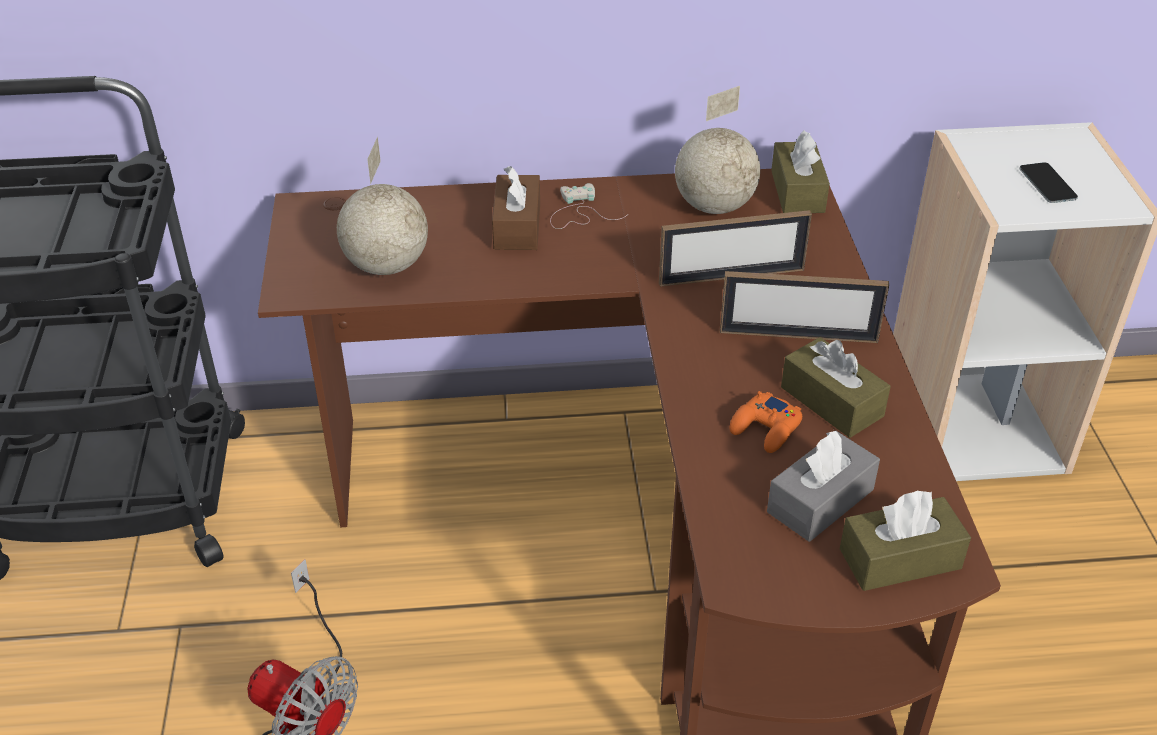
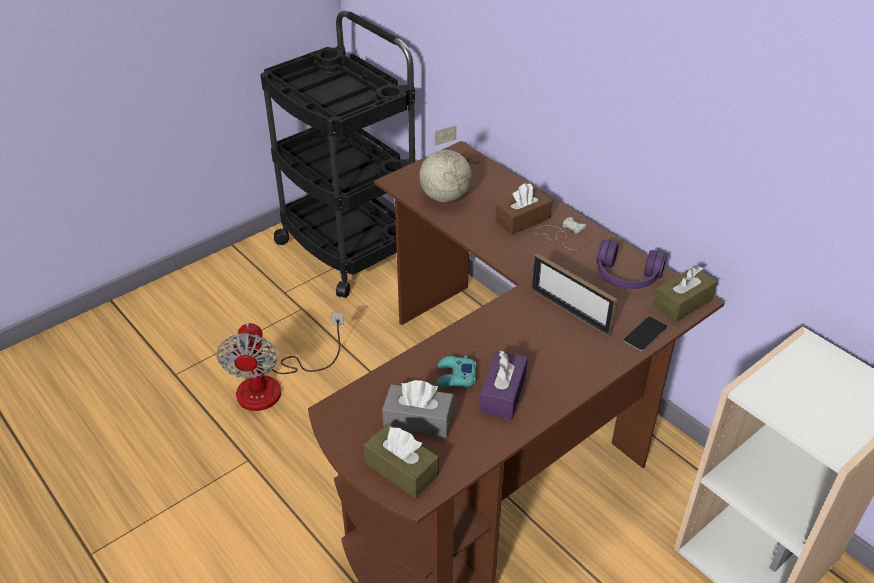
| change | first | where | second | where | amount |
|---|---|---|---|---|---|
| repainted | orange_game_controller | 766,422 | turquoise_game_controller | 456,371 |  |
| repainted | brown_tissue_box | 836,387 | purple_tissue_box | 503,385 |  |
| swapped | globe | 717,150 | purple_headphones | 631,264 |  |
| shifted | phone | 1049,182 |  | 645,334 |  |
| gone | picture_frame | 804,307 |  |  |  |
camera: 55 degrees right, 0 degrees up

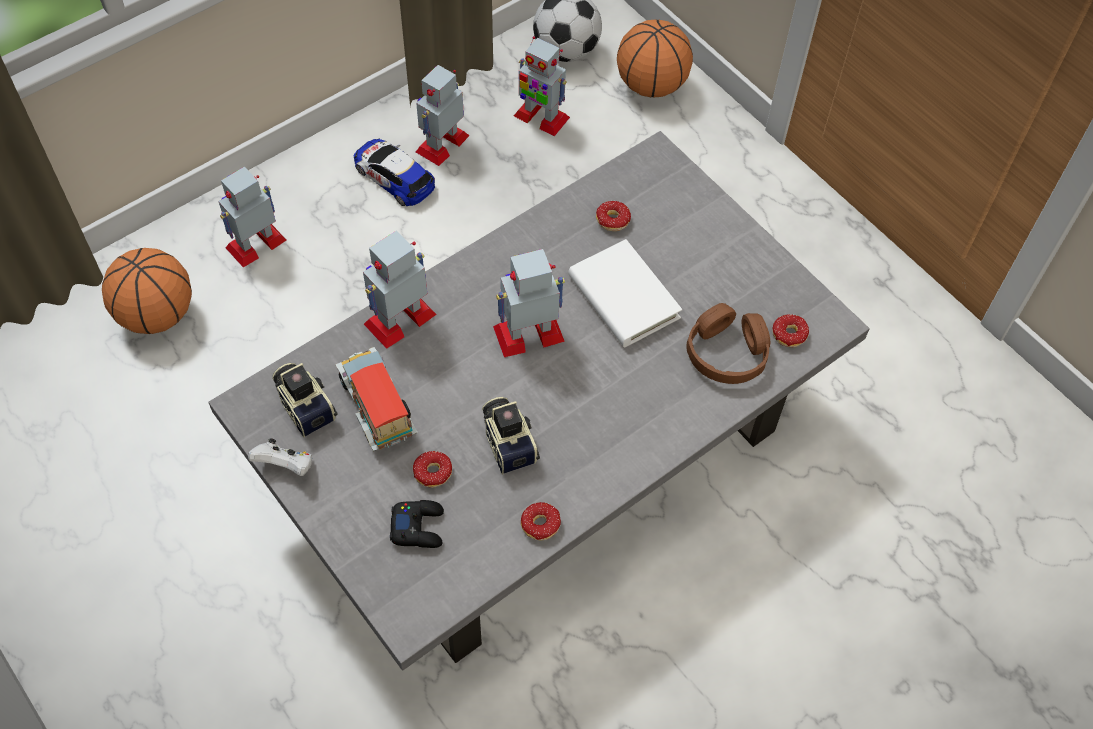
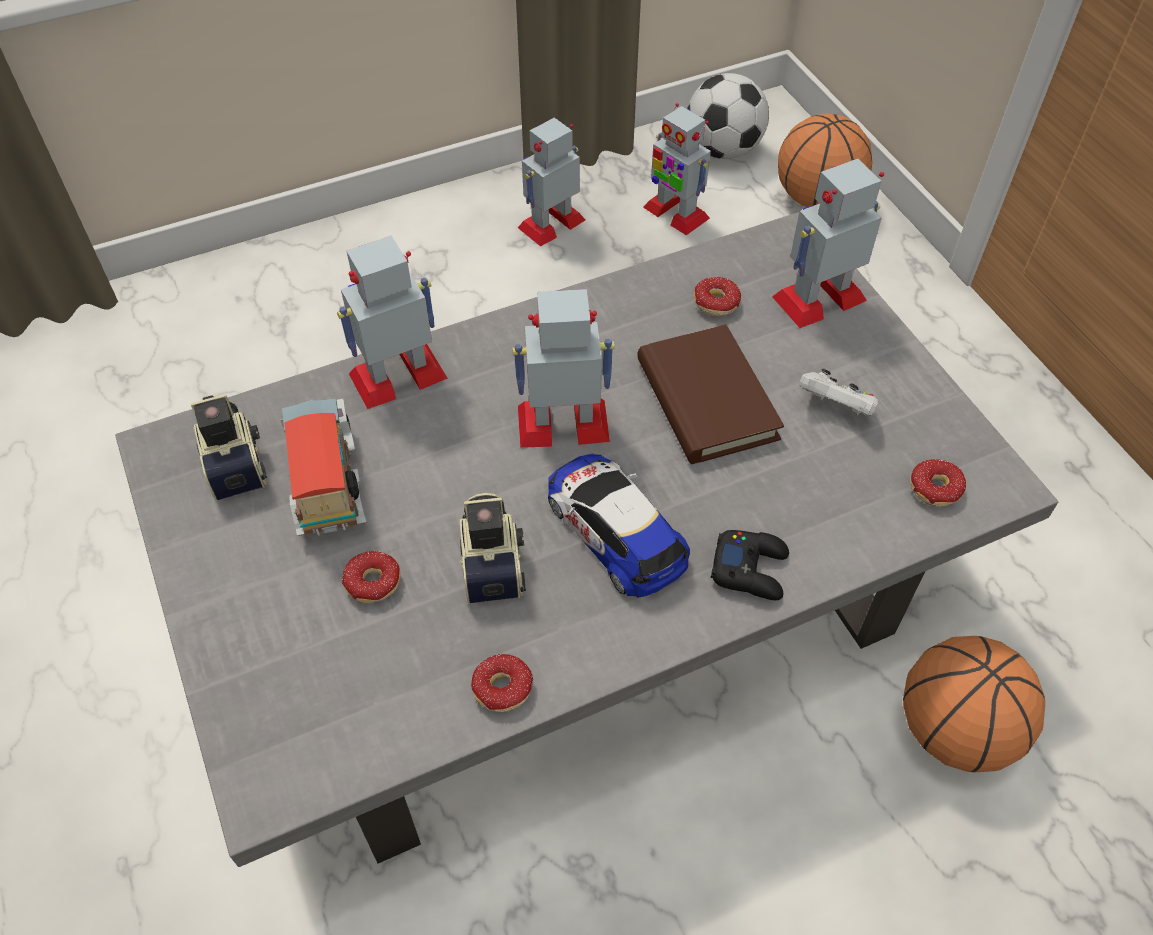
| change | first | where | second | where | amount |
|---|---|---|---|---|---|
| shifted | toy_car | 394,172 |  | 619,525 |  |
| repainted | white_book | 625,293 | brown_book | 710,394 |  |
| shifted | black_game_controller | 417,524 |  | 750,565 |  |
| shifted | toy_robot | 252,217 |  | 828,243 |  |
| shifted | white_game_controller | 280,457 |  | 838,392 |  |
| shifted | basketball | 147,291 |  | 974,704 |  |
| gone | brown_headphones | 728,343 |  |  |  |
camera: 15 degrees right, 5 degrees down

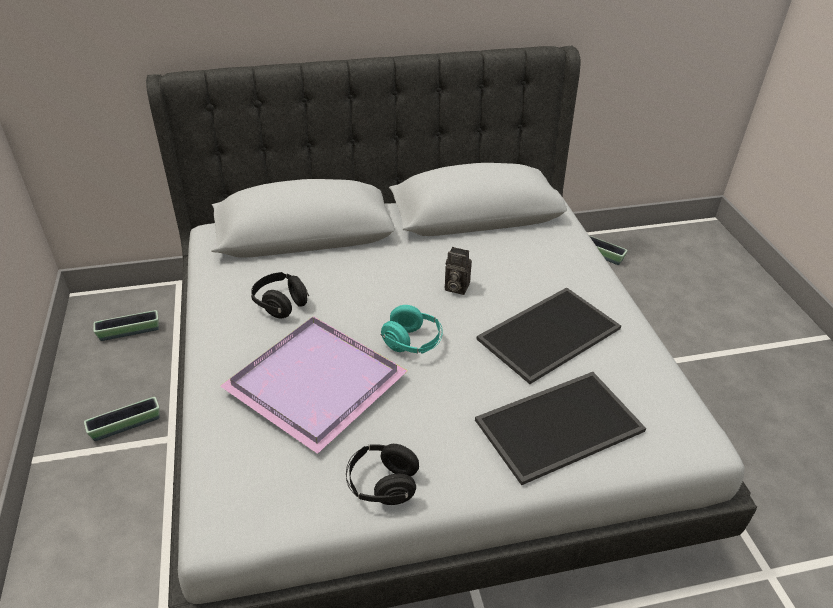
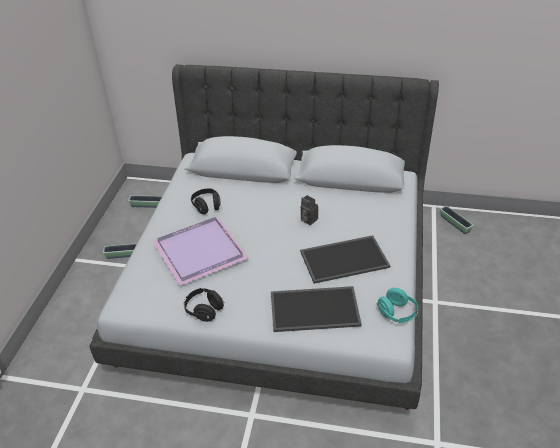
| change | first | where | second | where | amount |
|---|---|---|---|---|---|
| shifted | turquoise_headphones | 411,329 |  | 397,305 |  |
camera: 25 degrees right, 0 degrees up

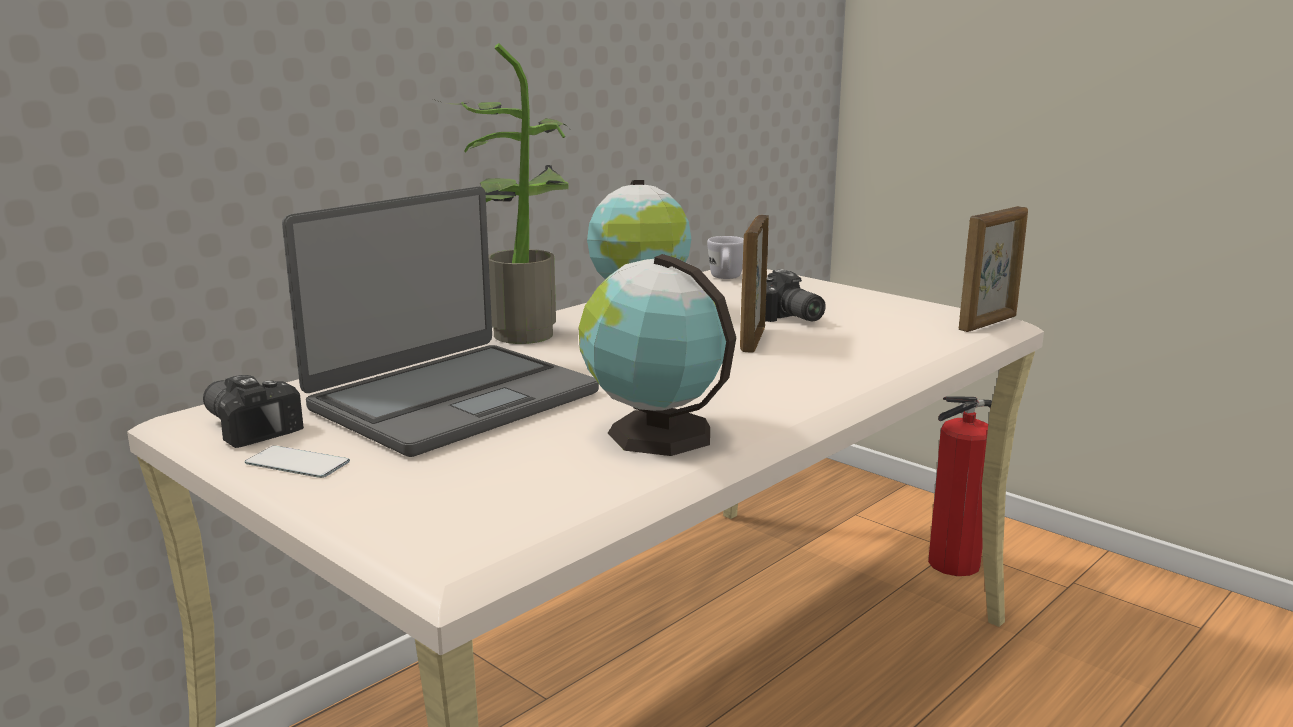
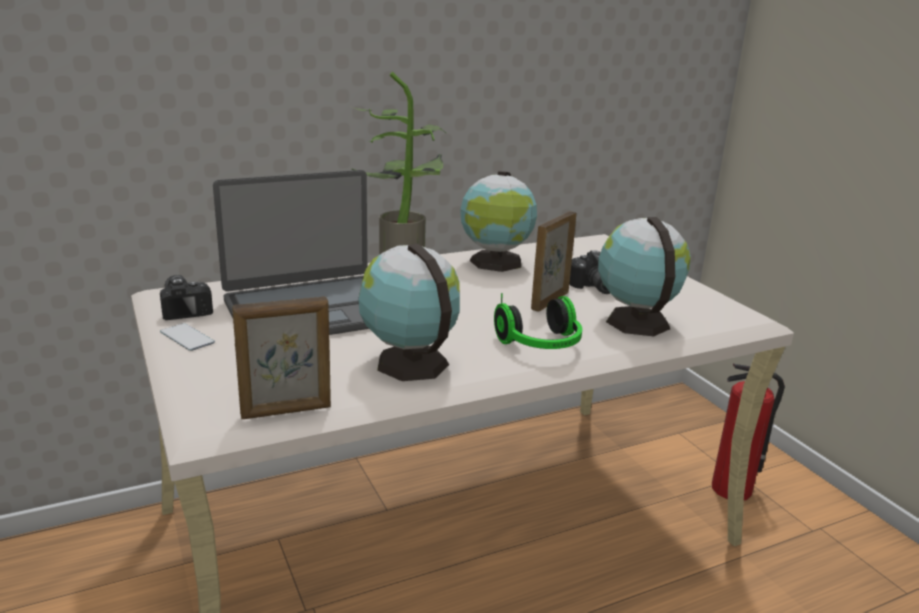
| change | first | where | second | where | amount |
|---|---|---|---|---|---|
| shifted | picture_frame | 993,269 |  | 281,357 |  |
| new |  |  | headphones | 538,321 |  |
| new |  |  | globe | 644,276 |  |
| gone | white_mug | 725,257 |  |  |  |
camera: 20 degrees right, 5 degrees up

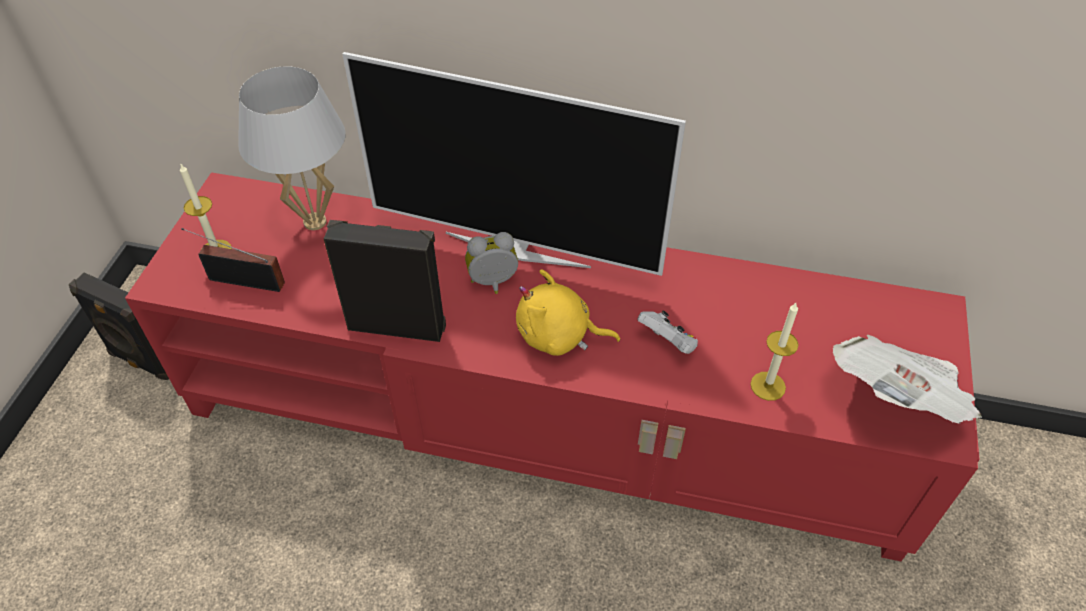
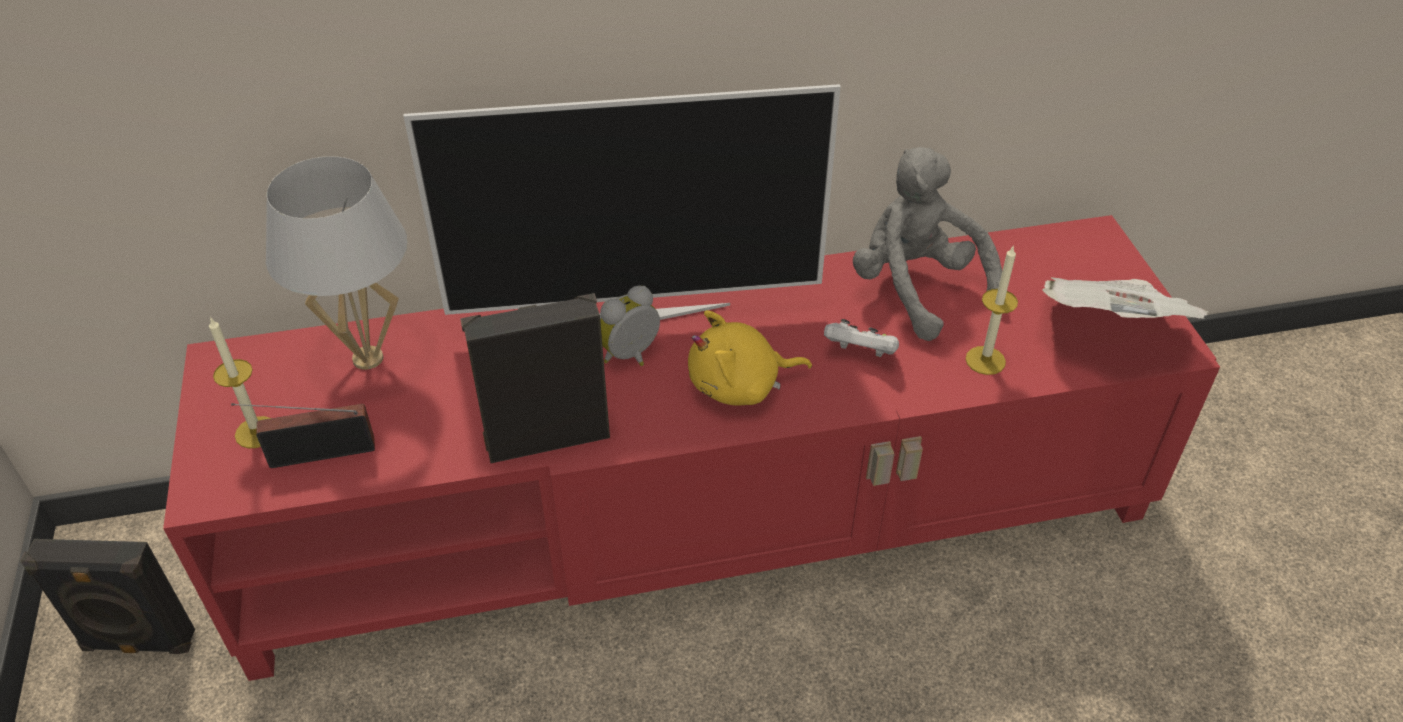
| change | first | where | second | where | amount |
|---|---|---|---|---|---|
| new |  |  | grey_plush_toy | 927,244 |  |
camera: 25 degrees left, 5 degrees down

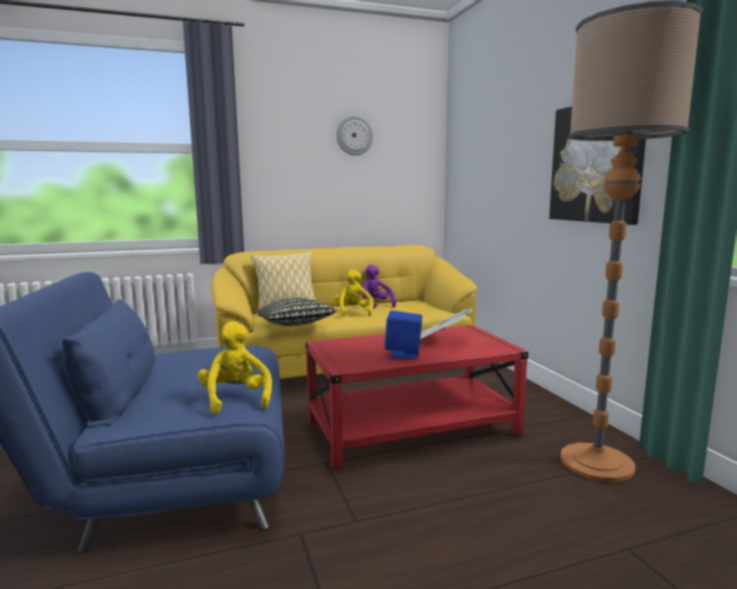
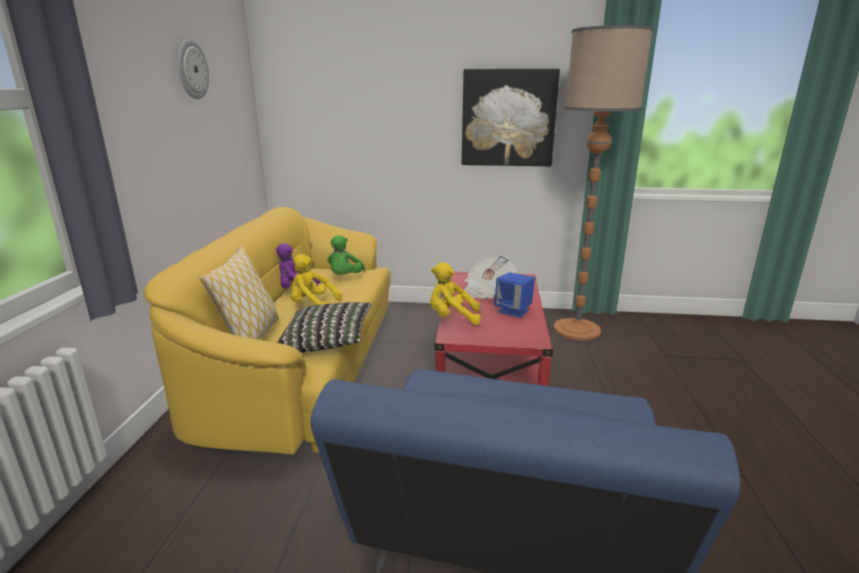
| change | first | where | second | where | amount |
|---|---|---|---|---|---|
| new |  |  | green_plush_toy | 346,255 |  |
| shifted | yellow_plush_toy | 235,367 |  | 455,293 |  |
camera: 65 degrees left, 10 degrees up

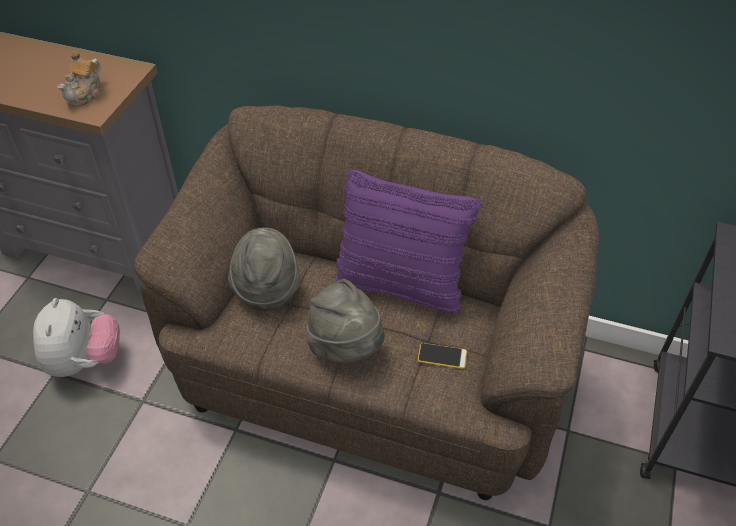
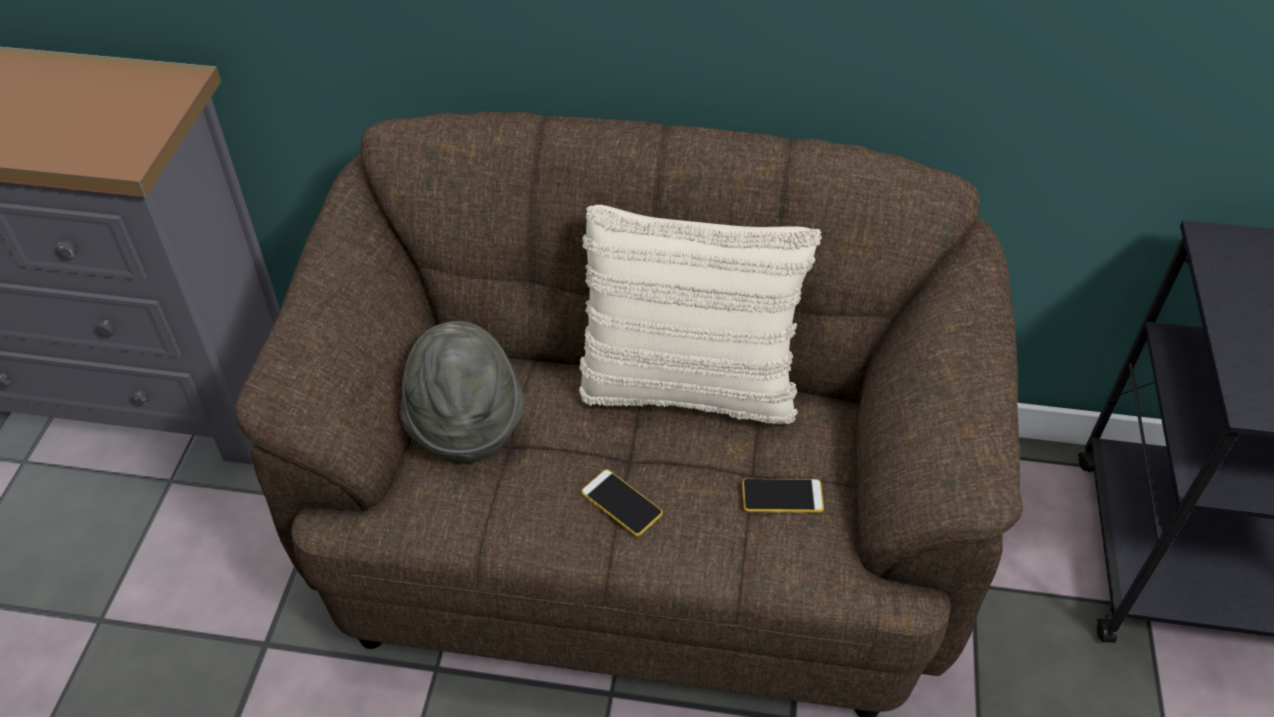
| change | first | where | second | where | amount |
|---|---|---|---|---|---|
| repainted | purple_pillow | 408,242 | beige_pillow | 700,314 |  |
| swapped | grey_hat | 346,320 | phone | 622,502 |  |
| gone | plush_toy | 76,337 |  |  |  |
| gone | teapot | 80,79 |  |  |  |
camera: 10 degrees left, 0 degrees up

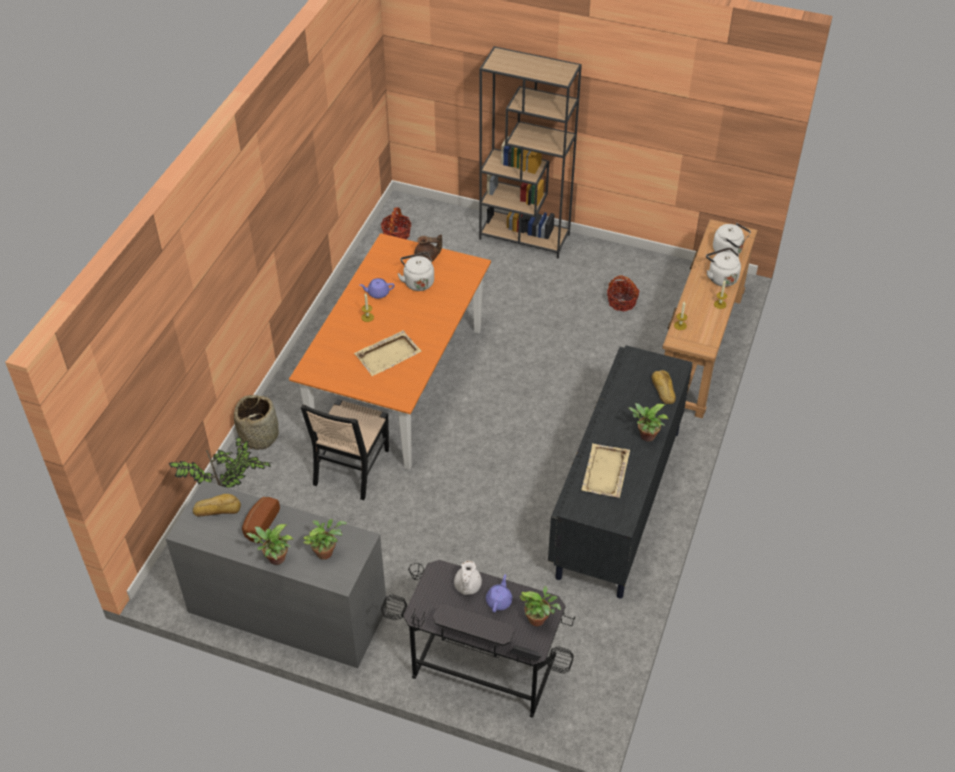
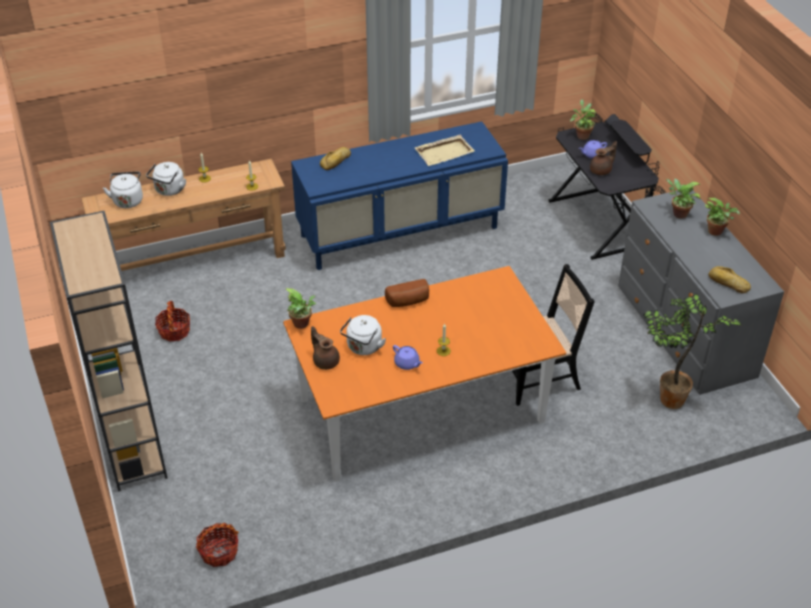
| change | first | where | second | where | amount |
|---|---|---|---|---|---|
| shifted | potted_plant | 648,422 |  | 301,308 |  |
| repainted | black_cabinet | 620,472 | blue_cabinet | 399,195 |  |
| shifted | bread | 261,520 |  | 407,293 |  |
| repainted | white_teapot | 468,578 | brown_teapot | 603,158 |  |
| gone | basket | 256,422 |  |  |  |
| gone | beige_tray | 387,353 |  |  |  |
camera: 130 degrees left, 5 degrees down

